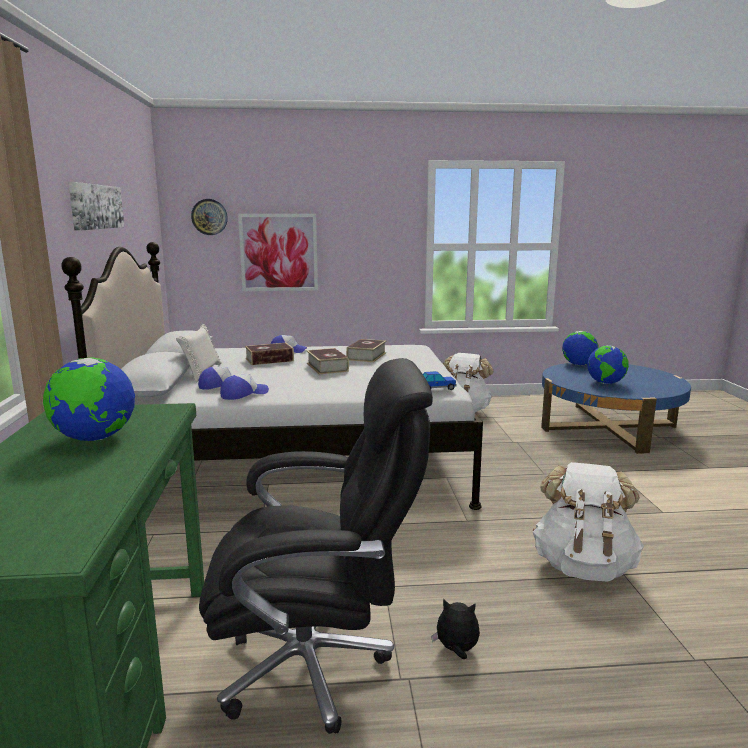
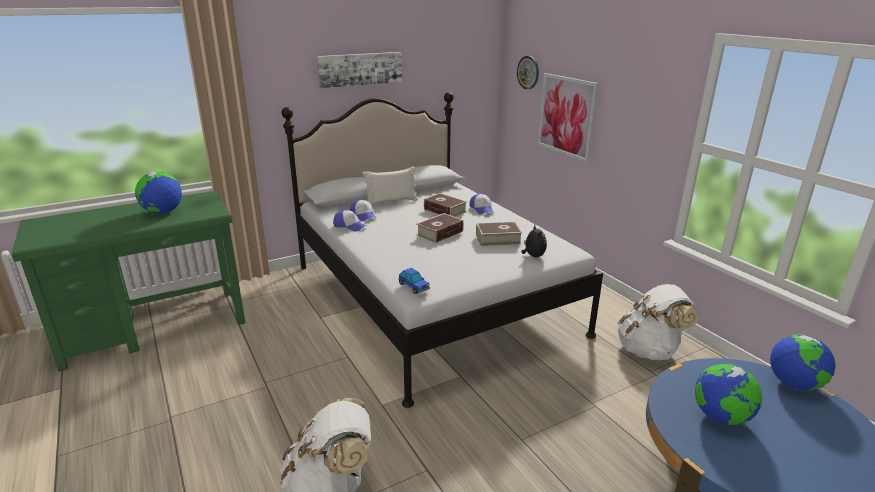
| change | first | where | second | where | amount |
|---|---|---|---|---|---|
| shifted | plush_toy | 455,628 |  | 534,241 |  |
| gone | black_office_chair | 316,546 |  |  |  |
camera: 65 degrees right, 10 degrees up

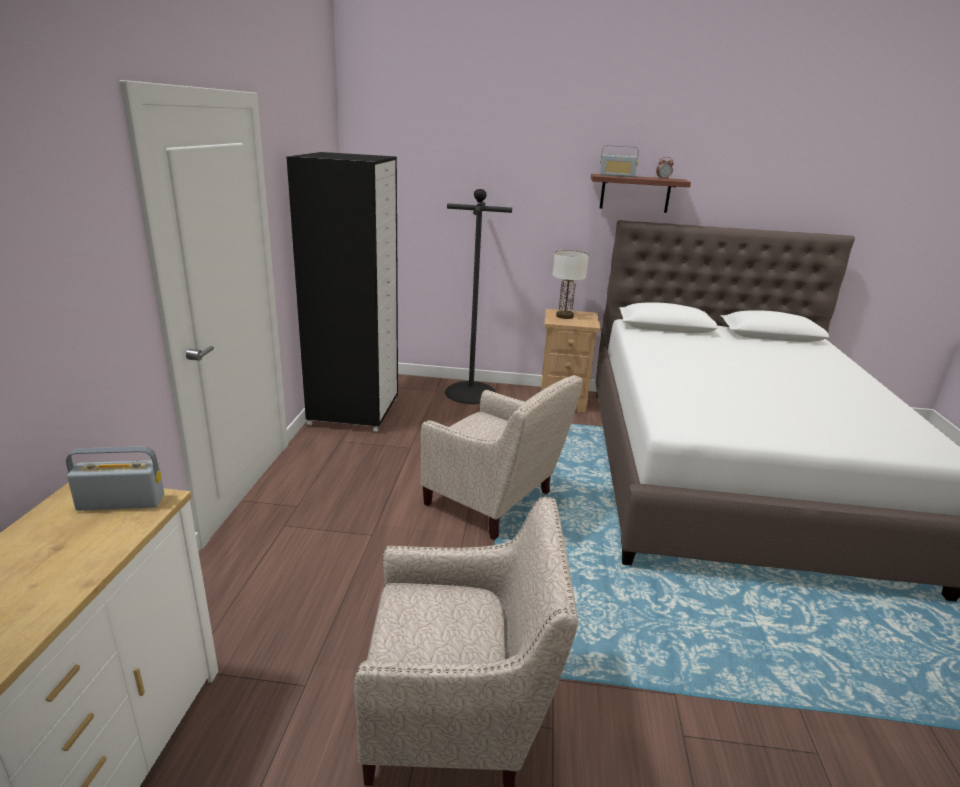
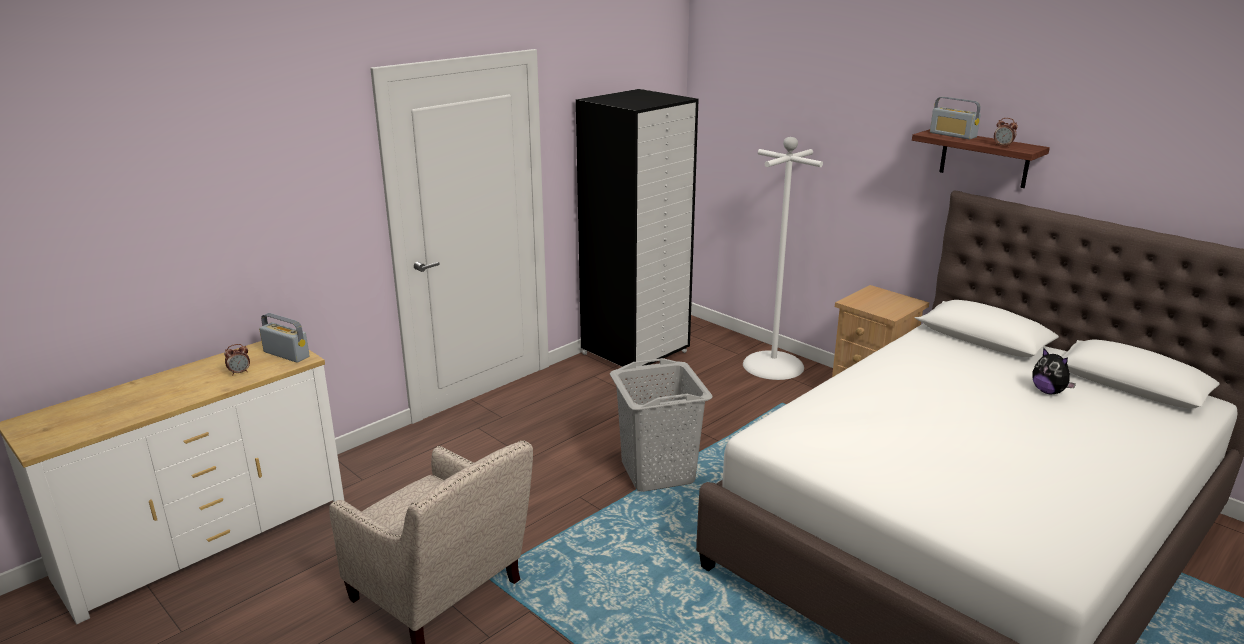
| change | first | where | second | where | amount |
|---|---|---|---|---|---|
| new |  |  | alarm_clock | 237,359 |  |
| swapped | beige_armchair | 502,457 | grey_laundry_basket | 661,425 |  |
| repainted | black_clothes_rack | 478,296 | white_clothes_rack | 783,258 |  |
| new |  |  | plush_toy | 1054,371 |  |
| gone | table_lamp | 570,284 |  |  |  |
camera: 40 degrees right, 0 degrees up

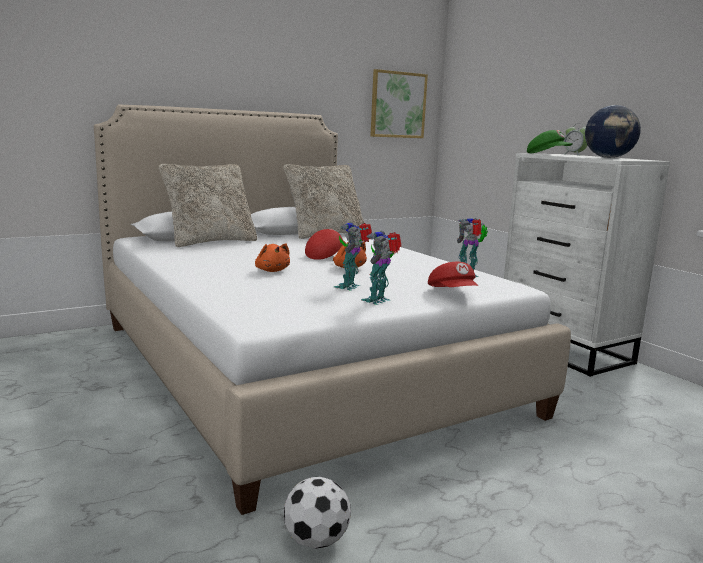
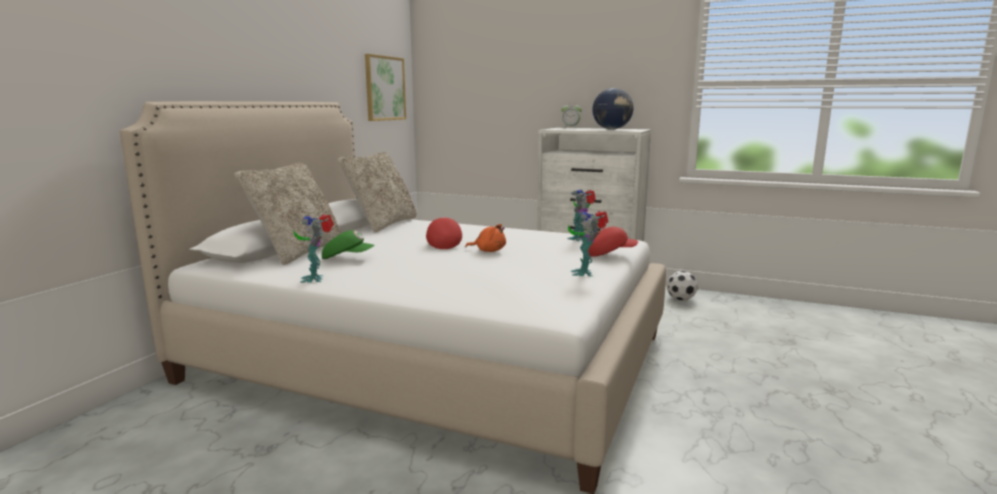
| change | first | where | second | where | amount |
|---|---|---|---|---|---|
| shifted | toy_robot | 353,256 |  | 314,248 |  |
| shifted | green_cap | 550,141 |  | 348,244 |  |
| rotated | red_cap | 453,274 |  | 612,242 | 45 degrees counterclockwise |
| shifted | football | 317,512 |  | 682,286 |  |
| gone | orange_plush_toy | 272,257 |  |  |  |
camera: 35 degrees left, 0 degrees up

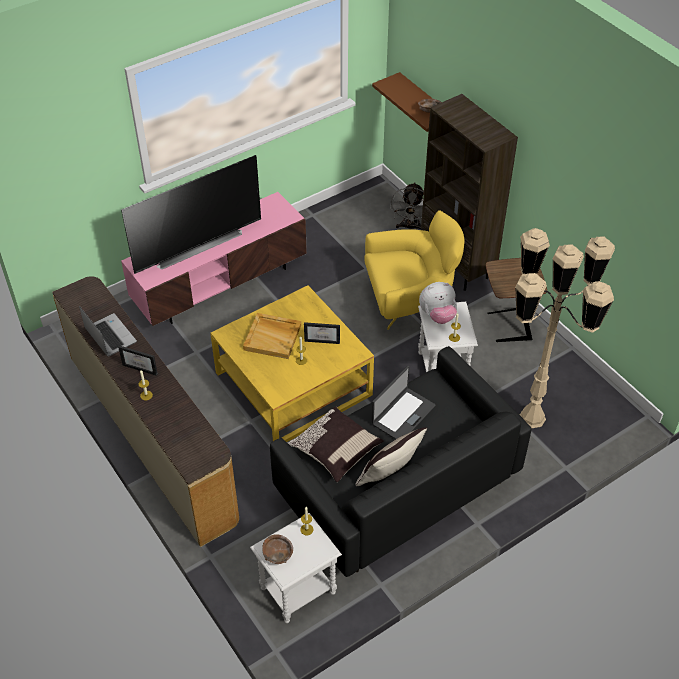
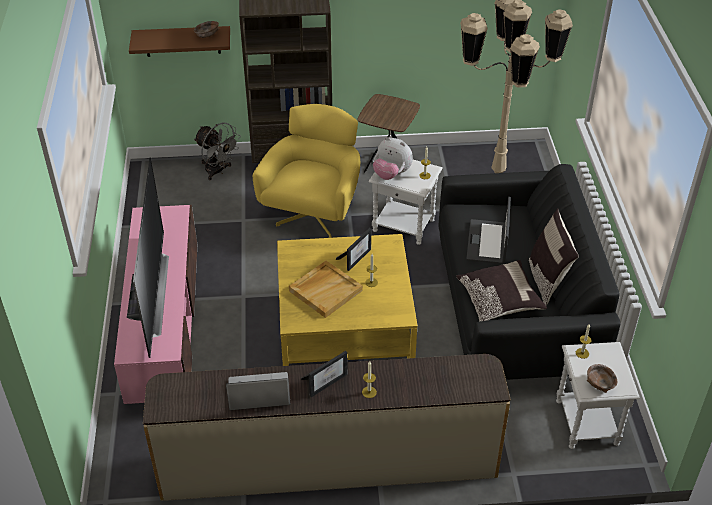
| change | first | where | second | where | amount |
|---|---|---|---|---|---|
| rotated | plush_toy | 438,303 |  | 393,158 | 105 degrees clockwise |
| rotated | laptop | 403,402 |  | 489,230 | 150 degrees counterclockwise |
camera: 60 degrees left, 5 degrees down

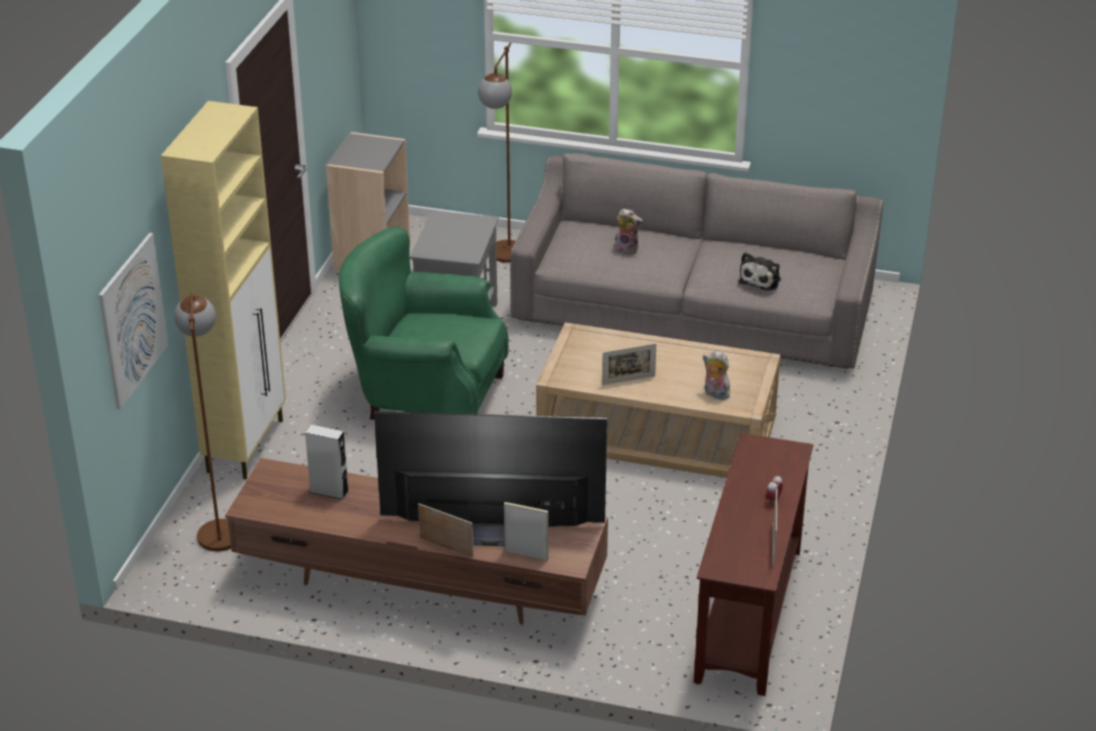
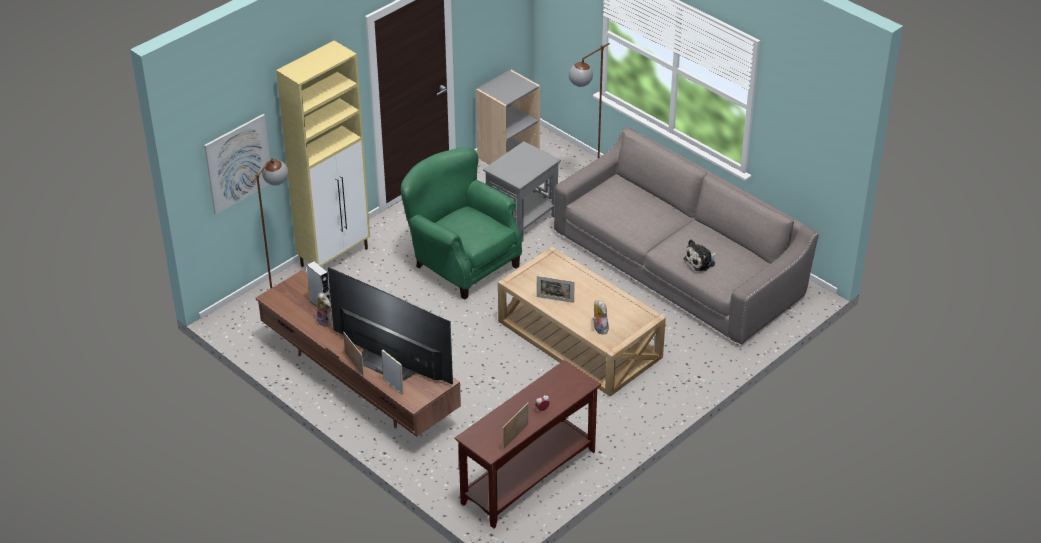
| change | first | where | second | where | amount |
|---|---|---|---|---|---|
| shifted | plush_toy | 628,231 |  | 324,309 |  |
camera: 30 degrees right, 5 degrees up

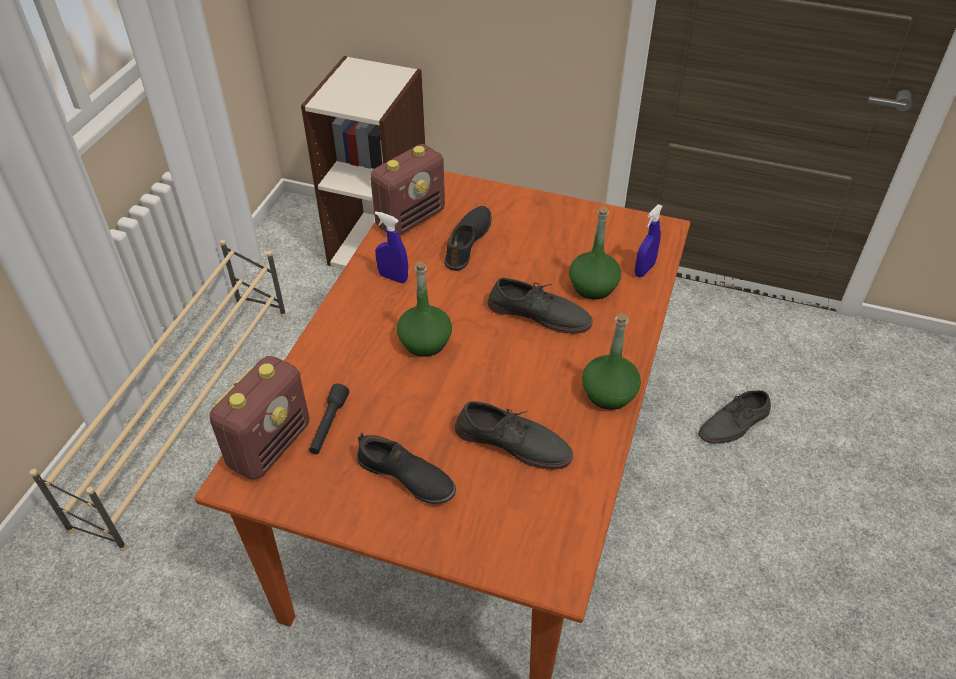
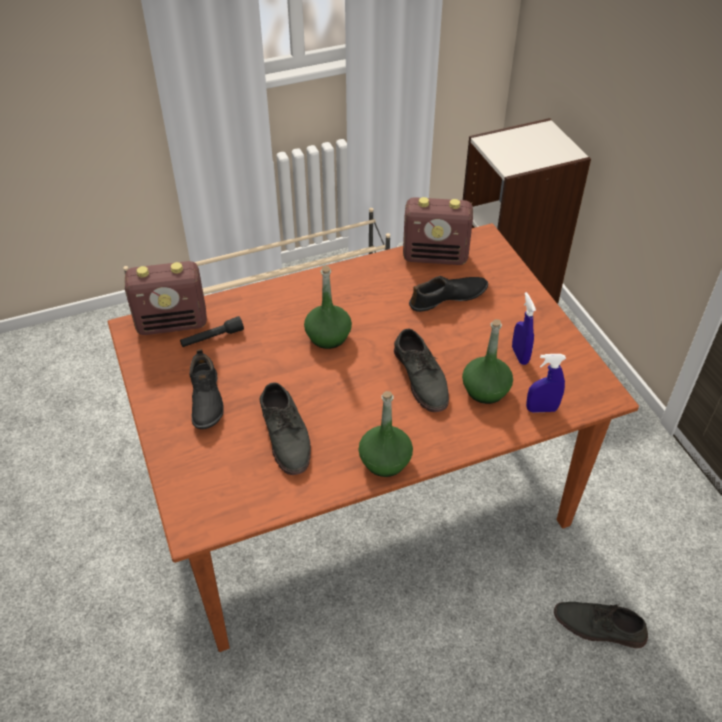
| change | first | where | second | where | amount |
|---|---|---|---|---|---|
| shifted | blue_spray_bottle | 391,247 |  | 524,328 |  |
camera: 50 degrees right, 0 degrees up

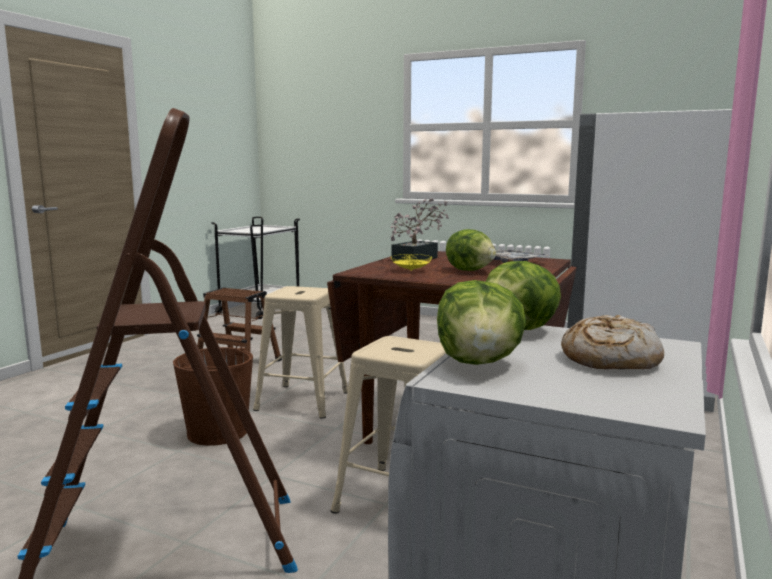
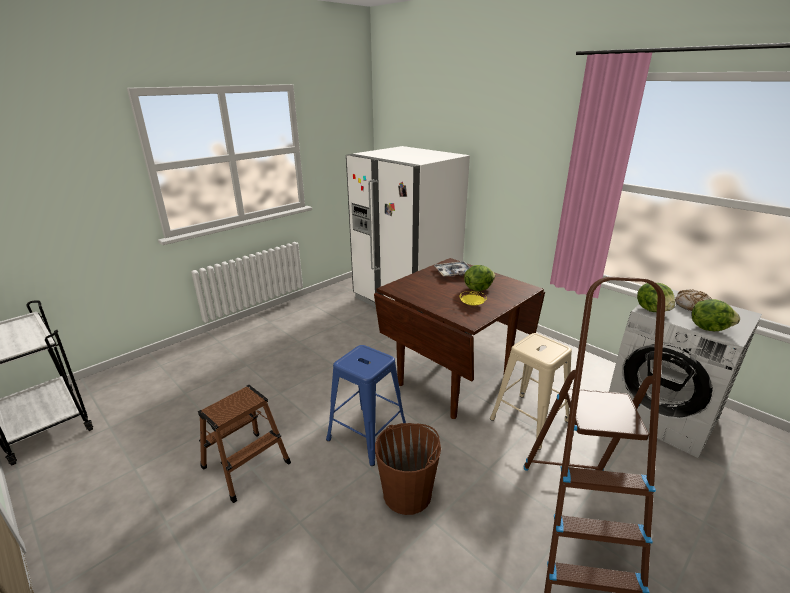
| change | first | where | second | where | amount |
|---|---|---|---|---|---|
| repainted | beige_stool | 300,352 | blue_stool | 366,405 |  |
| gone | potted_plant | 420,229 |  |  |  |
camera: 70 degrees left, 15 degrees up

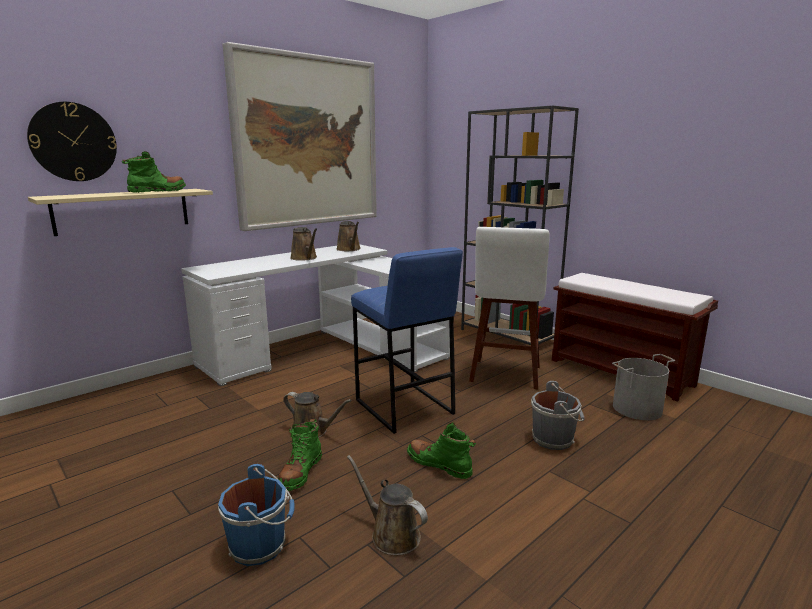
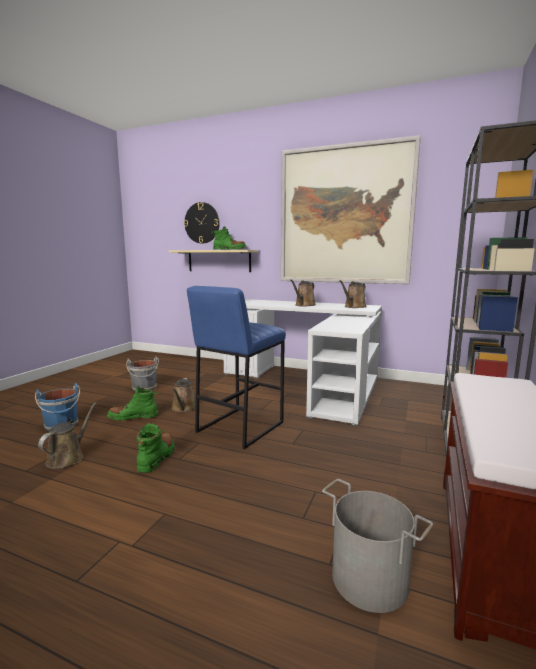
| change | first | where | second | where | amount |
|---|---|---|---|---|---|
| shifted | grey_bucket | 558,415 |  | 142,373 |  |
| gone | white_stool | 509,308 |  |  |  |
camera: 65 degrees right, 5 degrees down

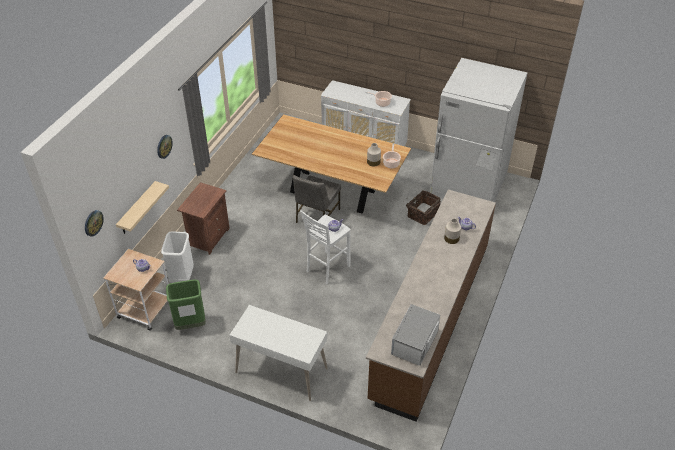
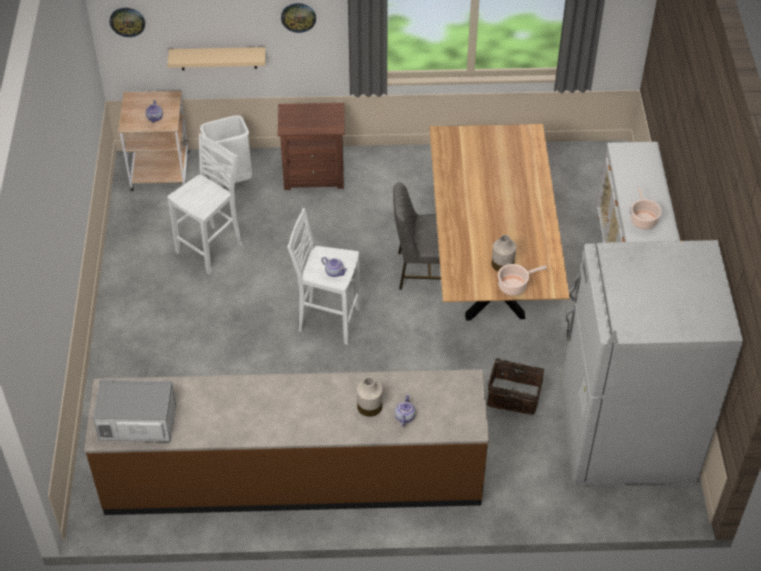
| change | first | where | second | where | amount |
|---|---|---|---|---|---|
| new |  |  | white_stool | 204,204 |  |
| gone | green_trash_can | 186,305 |  |  |  |
| gone | white_desk | 278,353 |  |  |  |
camera: 65 degrees right, 5 degrees up

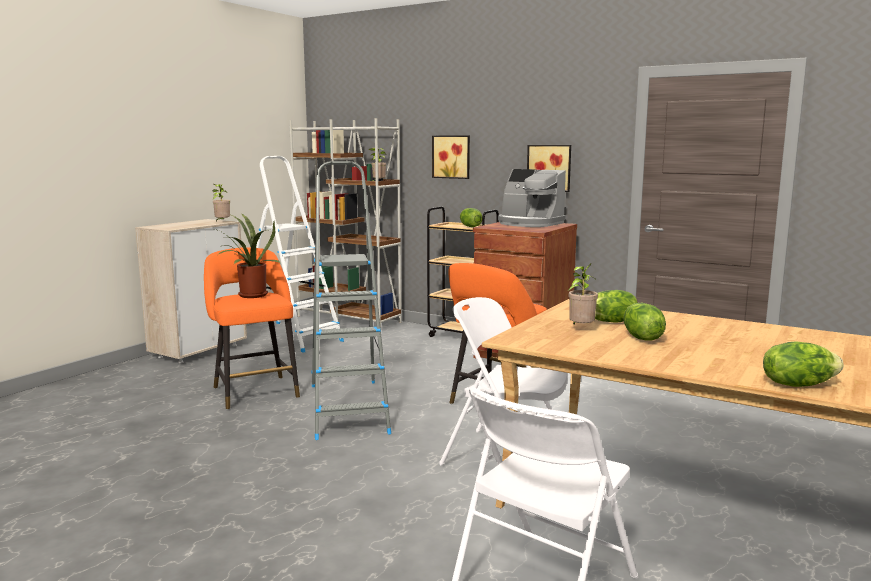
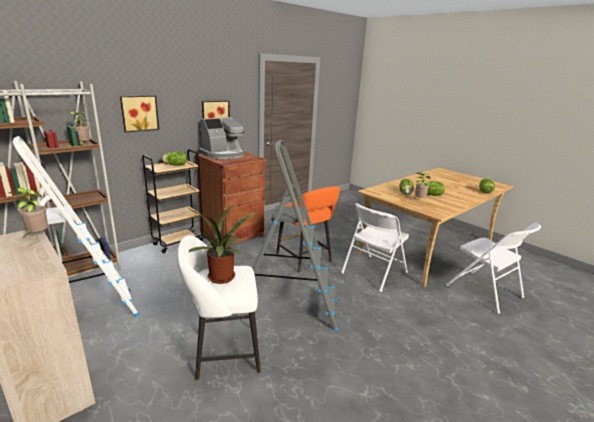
| change | first | where | second | where | amount |
|---|---|---|---|---|---|
| repainted | orange_stool | 252,329 | white_stool | 219,307 |  |
camera: 75 degrees left, 10 degrees up

